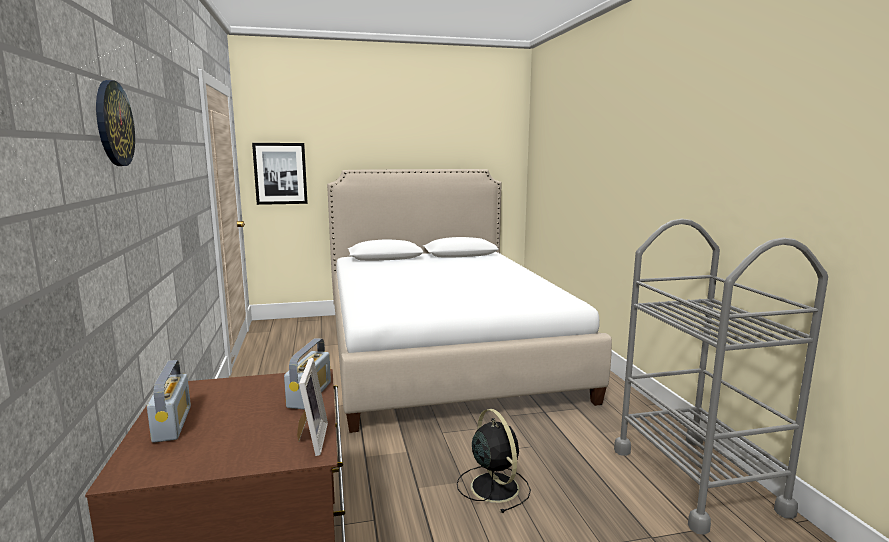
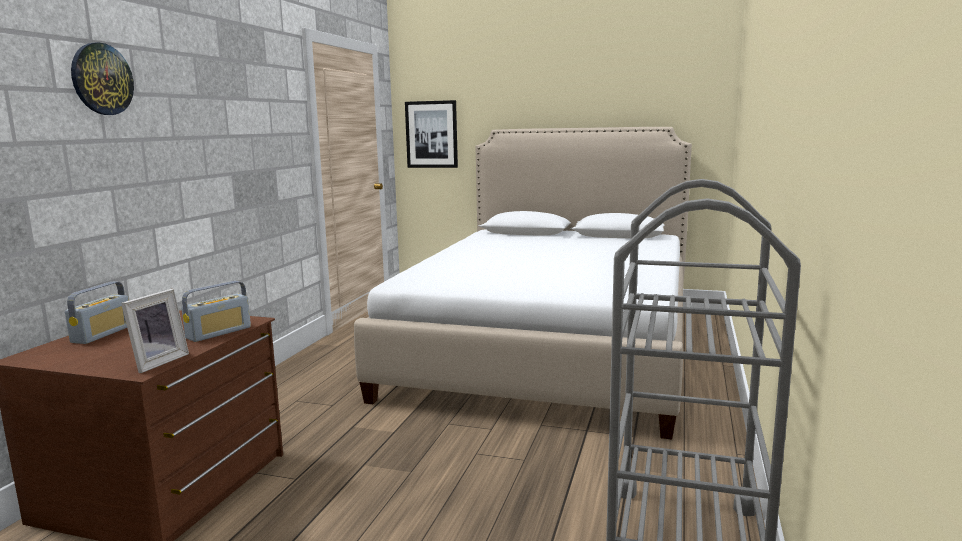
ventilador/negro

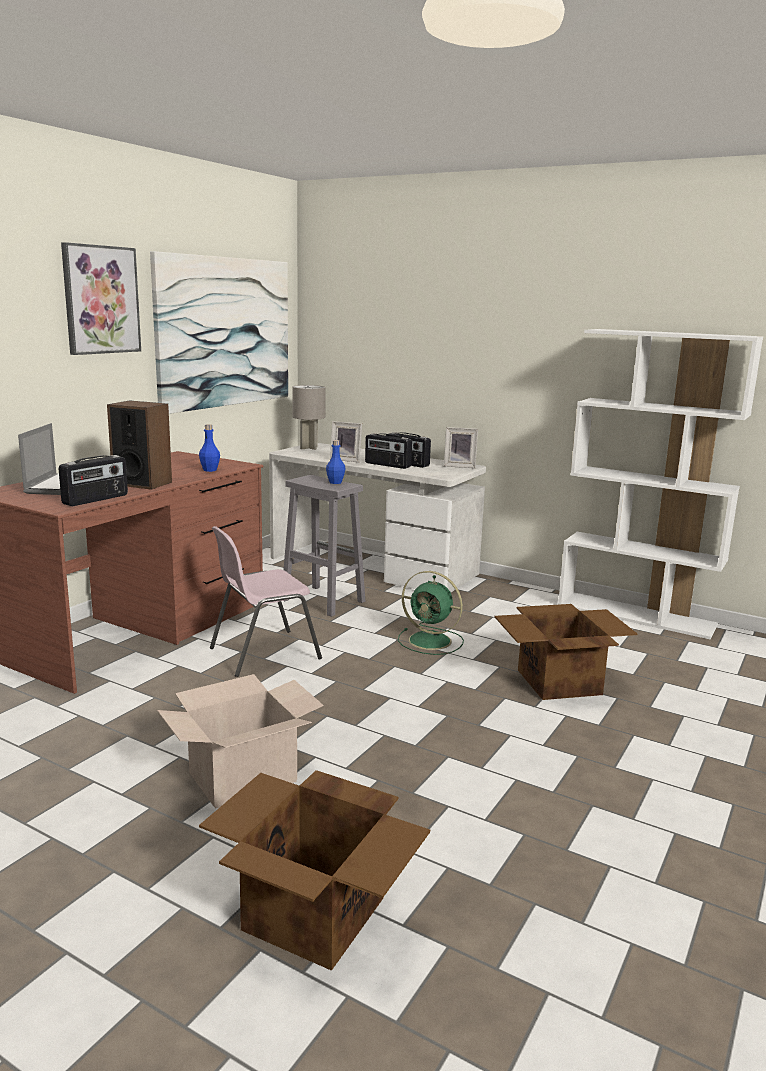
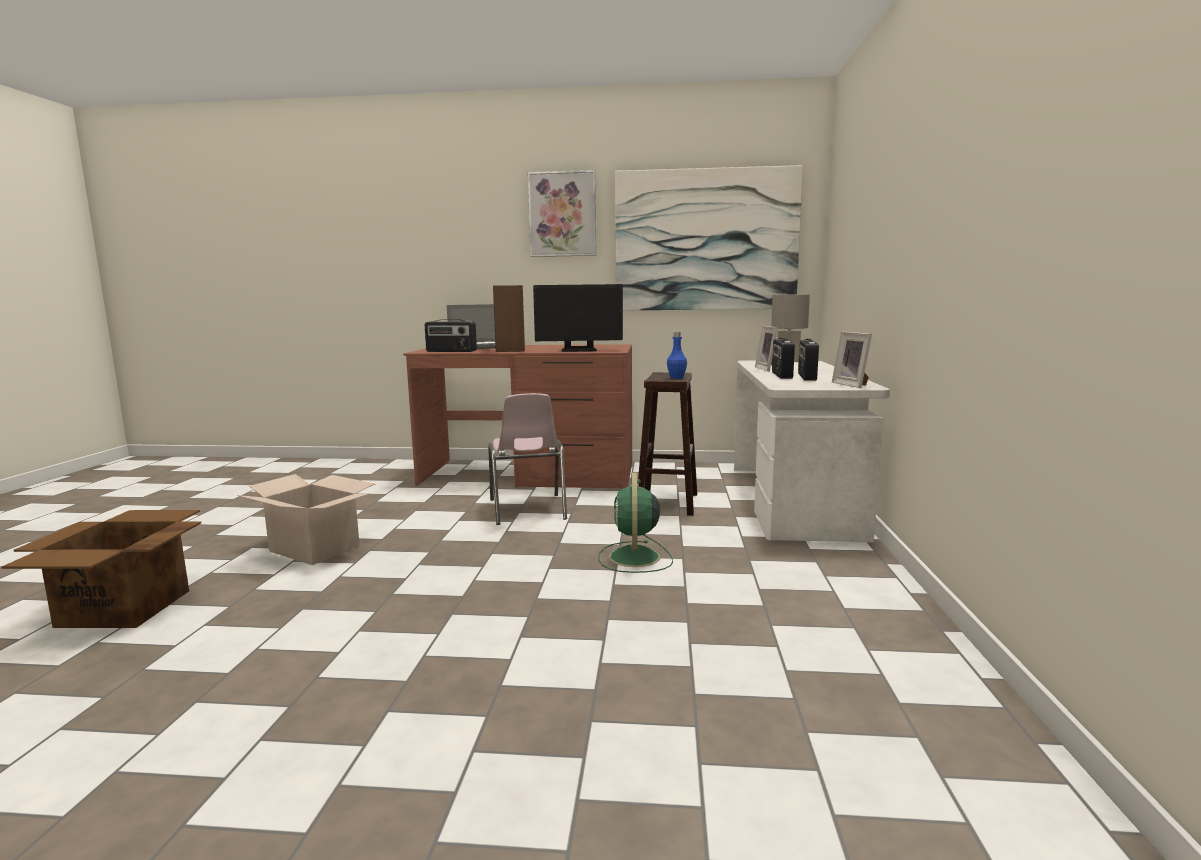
estantería/blanco
monitor
taburete/marrón
silla/rosa
caja de cartón (no. 3 from left in the first image)

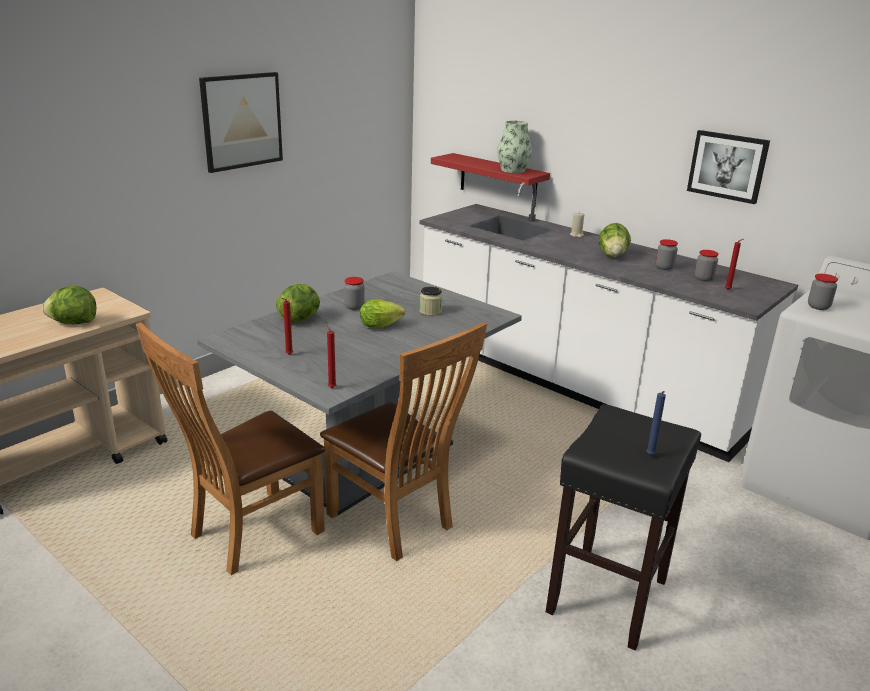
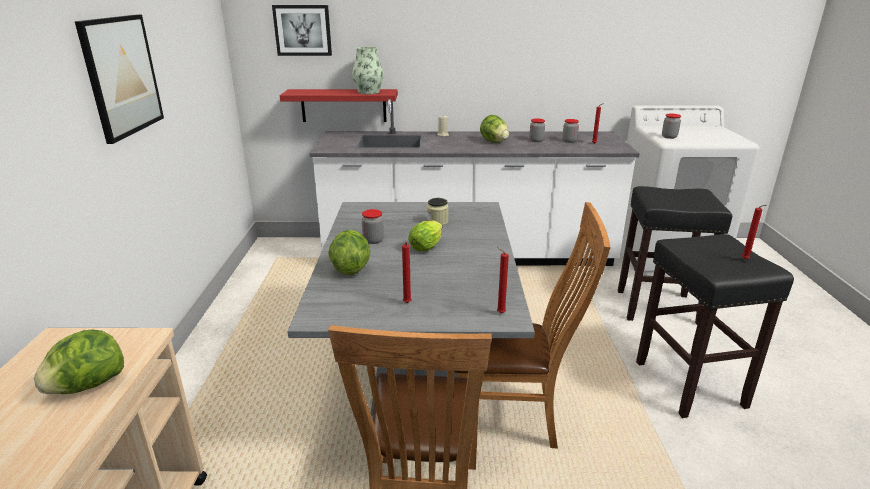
cuadro (no. 2 from left)
vela/rojo (no. 4 from left)
taburete/negro (no. 1 from left)

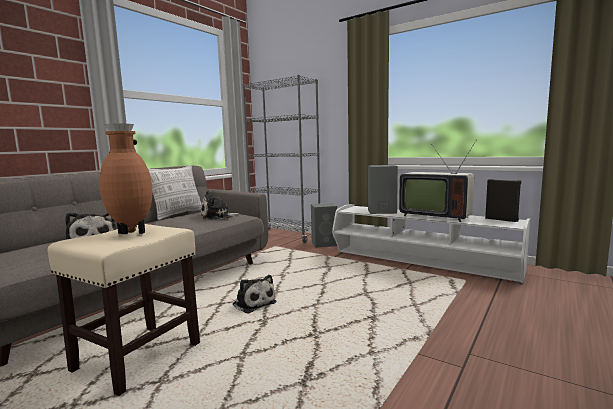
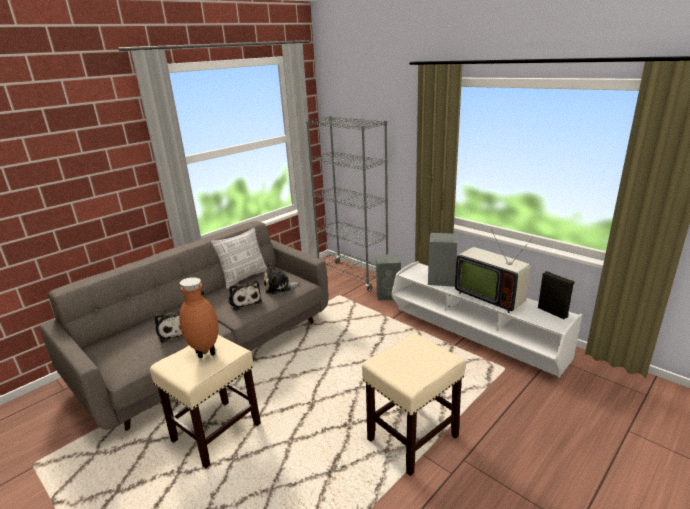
peluche (no. 2 from left)
taburete/beis (no. 2 from left)

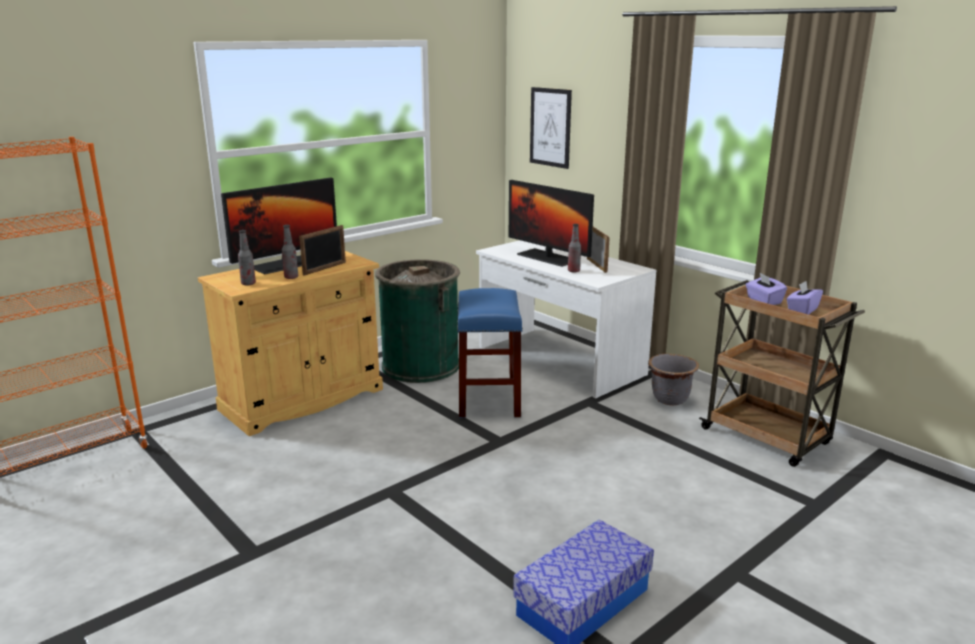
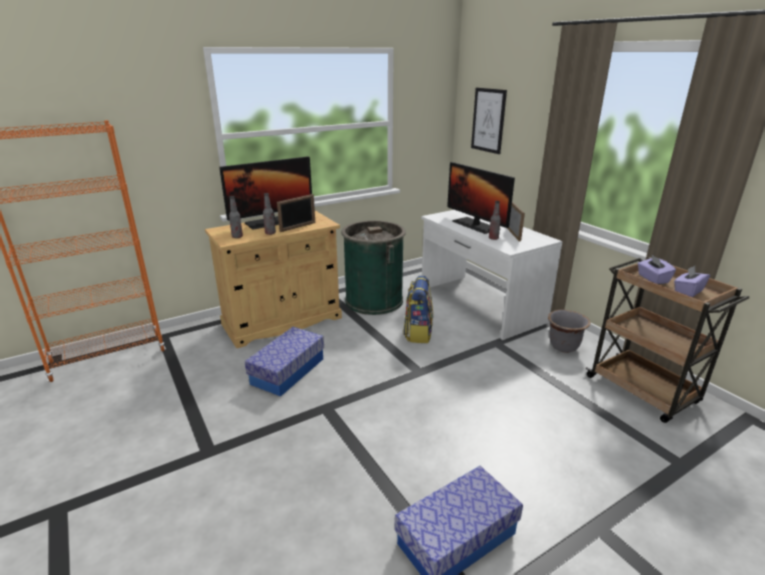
mochila
caja de almacenaje (no. 1 from left)

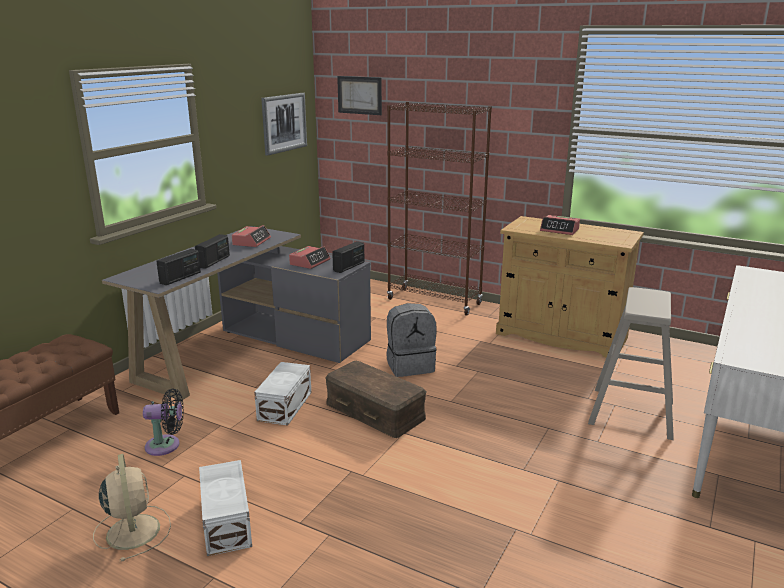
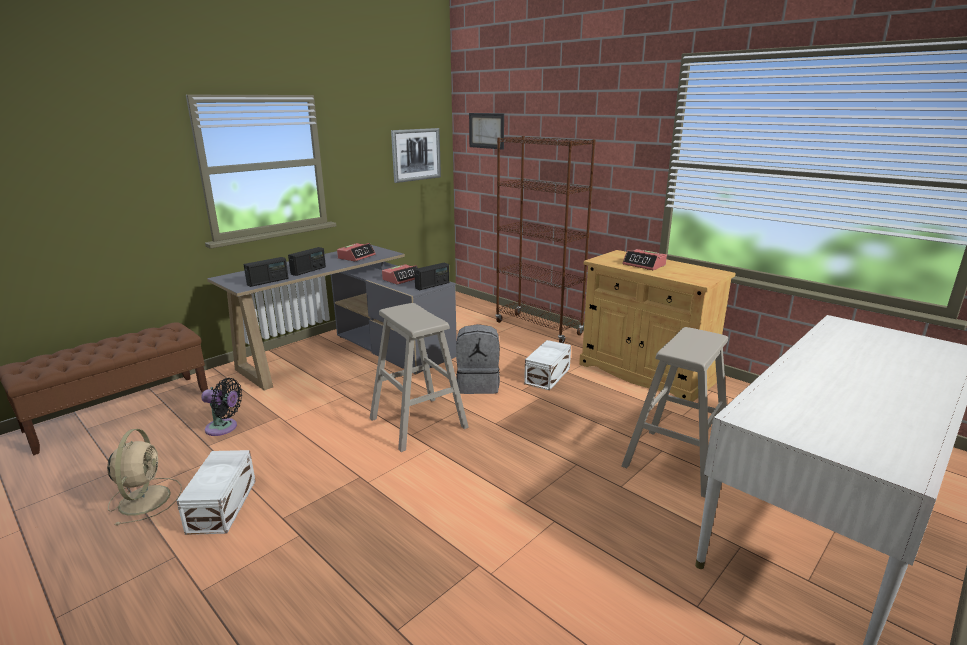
taburete/beis (no. 1 from left)
caja de almacenaje/blanco (no. 2 from left)

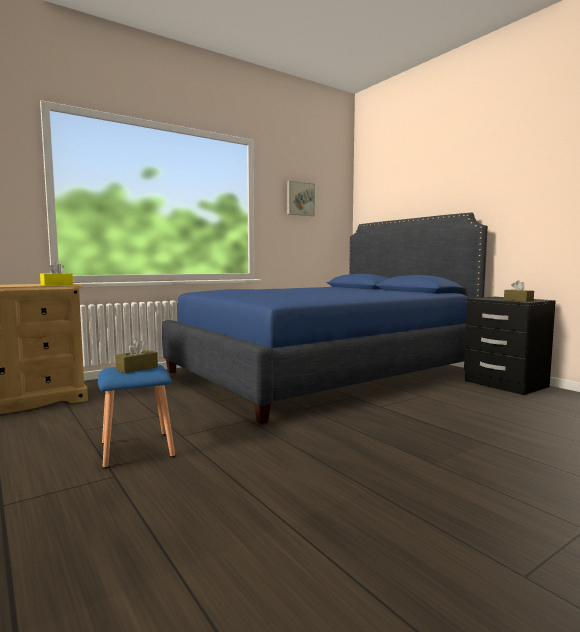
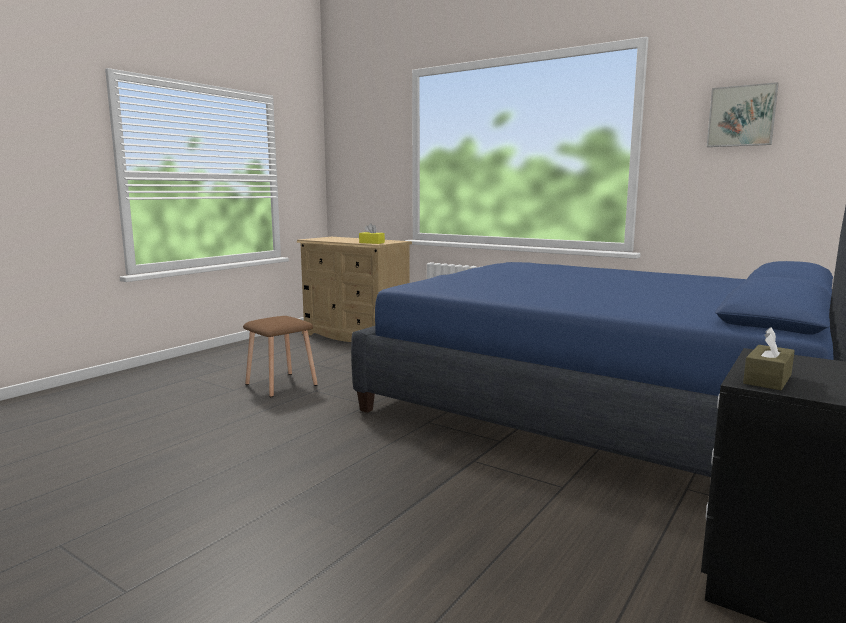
caja de pañuelos/marrón (no. 1 from left in the first image)
taburete/marrón

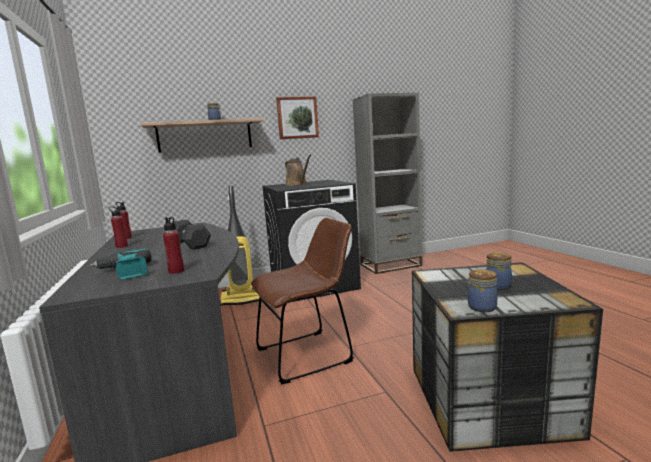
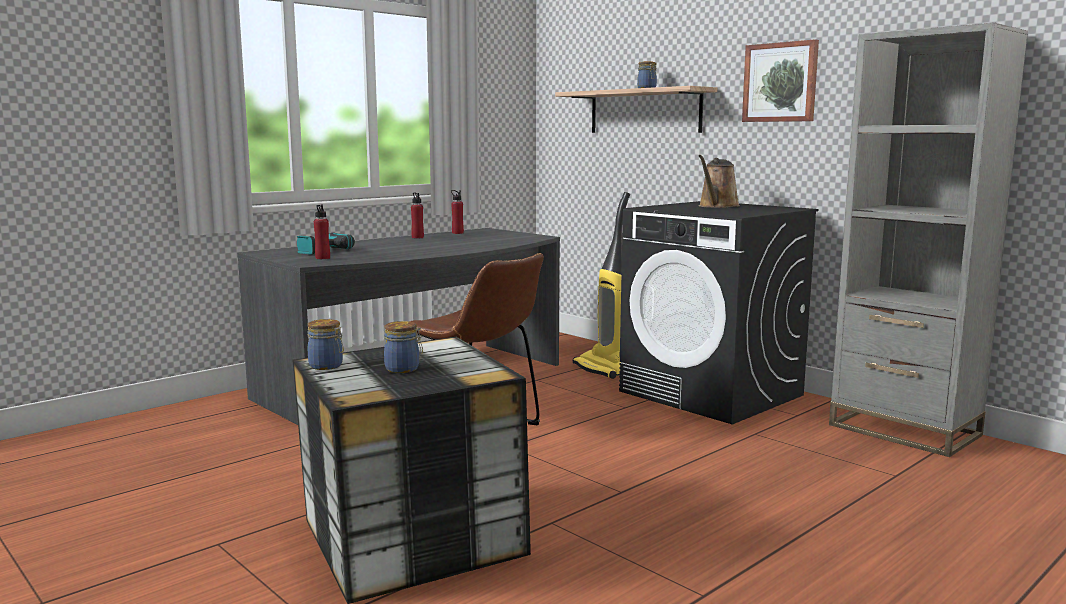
mancuerna/gris

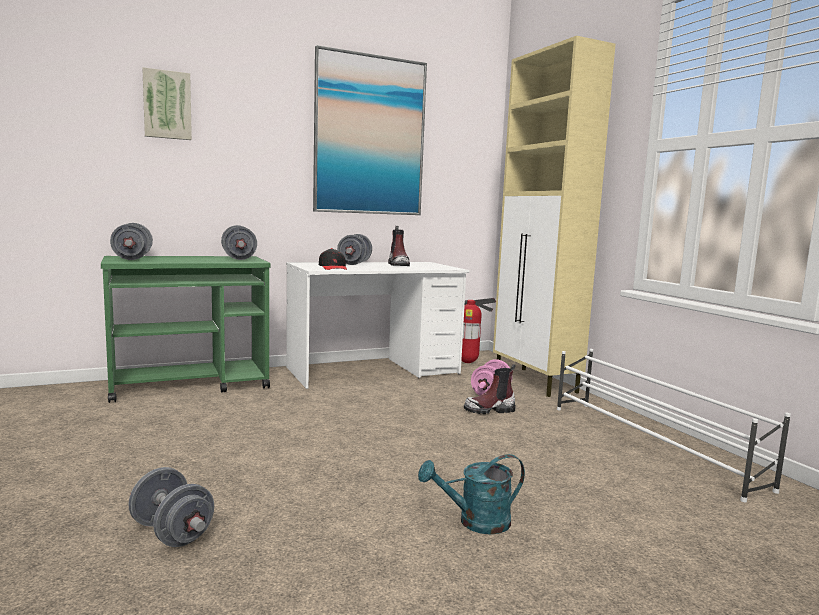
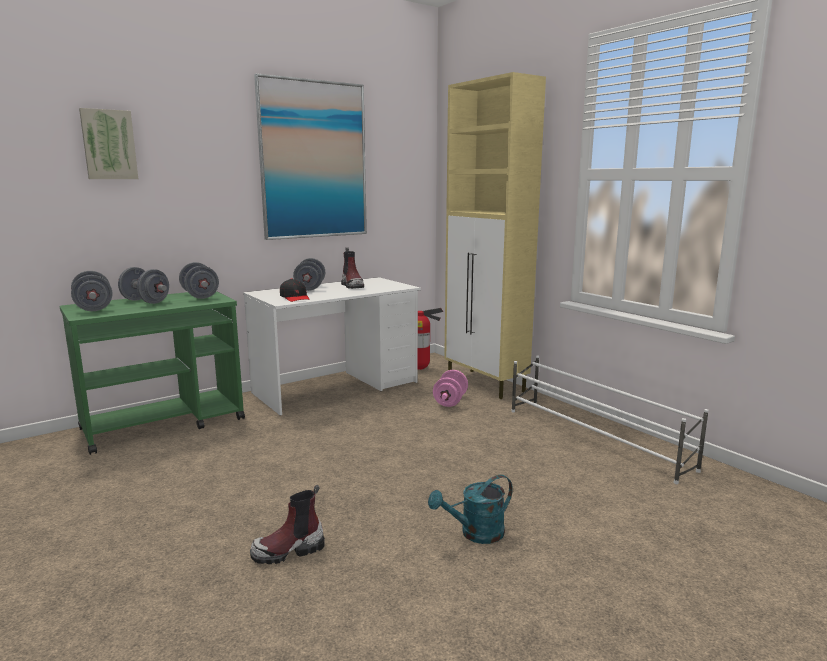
bota (no. 1 from left)
mancuerna/gris (no. 2 from left)

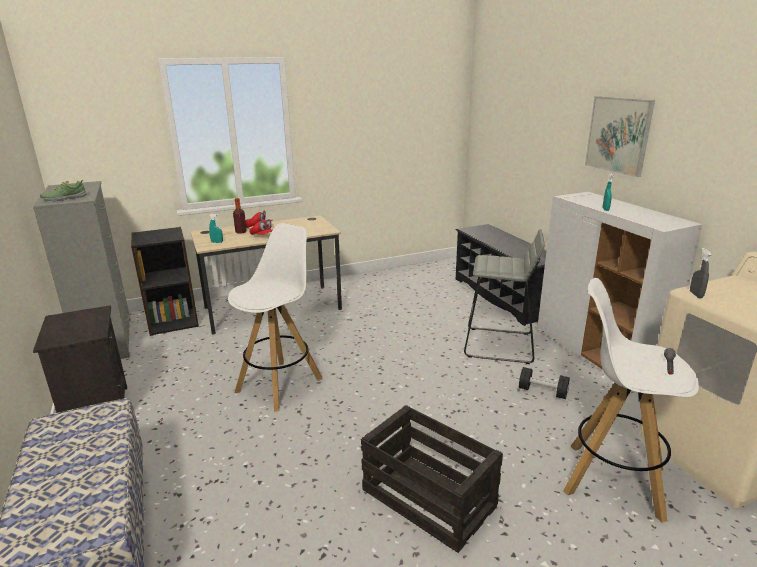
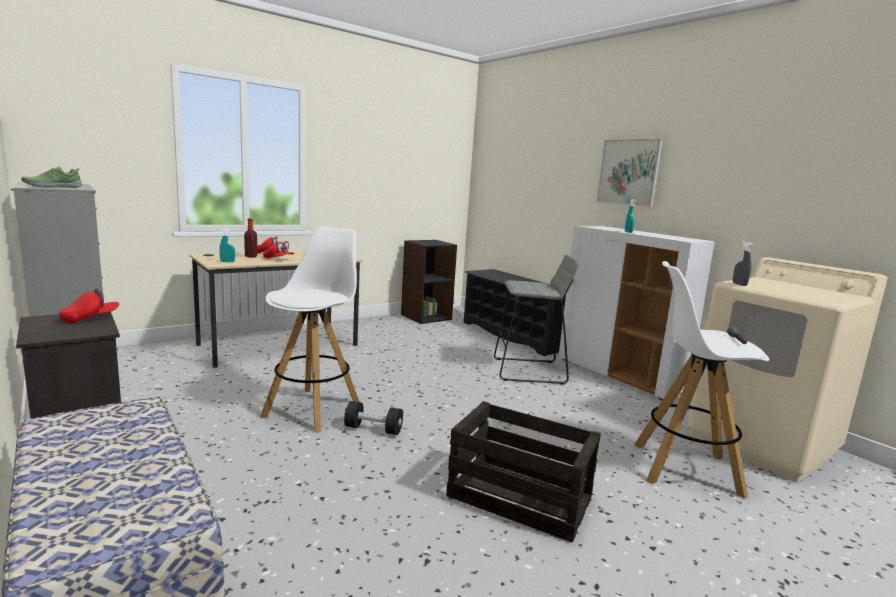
estantería/negro
mancuerna/negro
gorra/rojo (no. 1 from left)

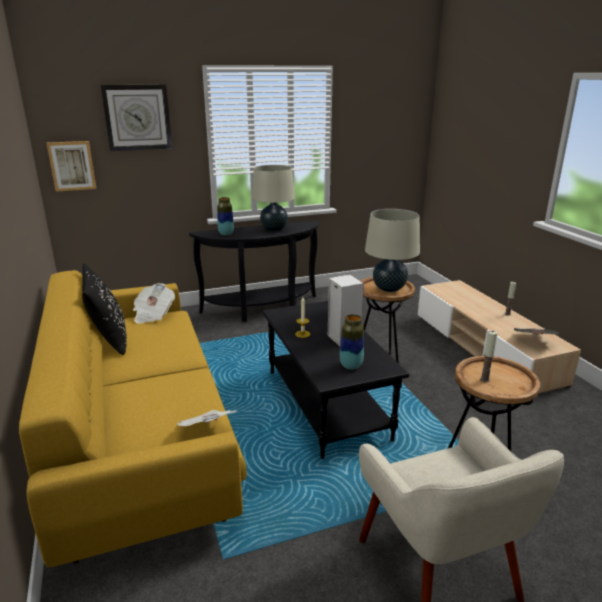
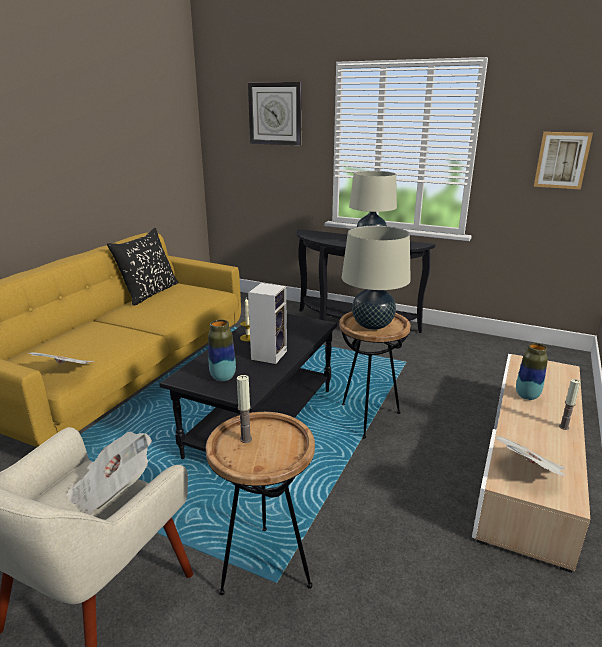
cuadro
florero (no. 2 from left)
periódico (no. 2 from left)

